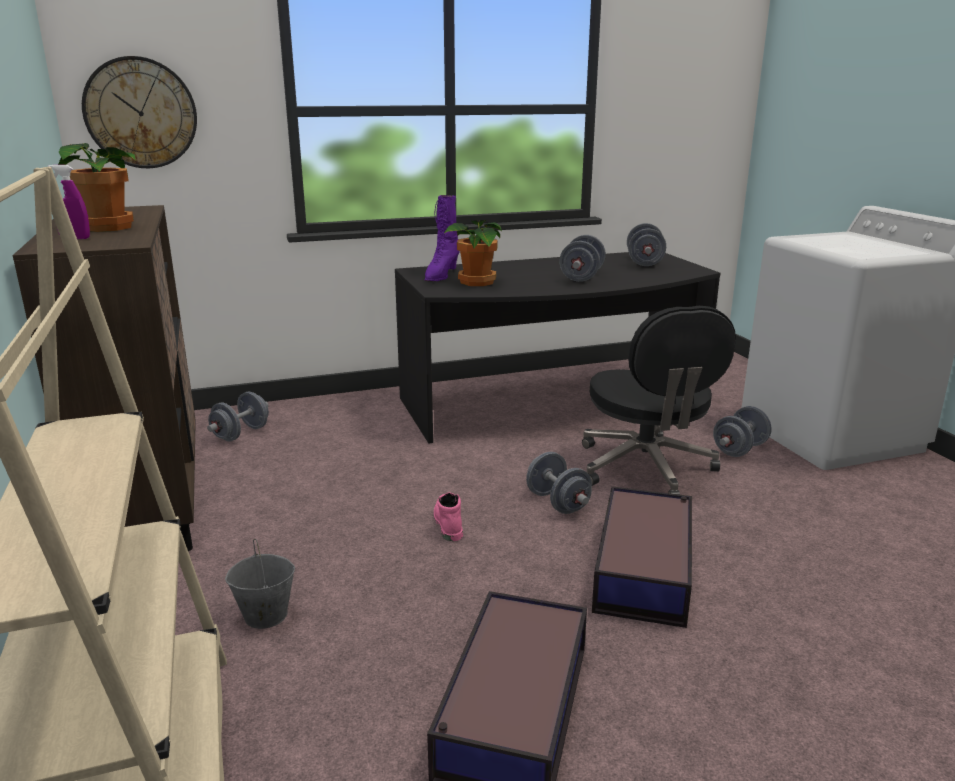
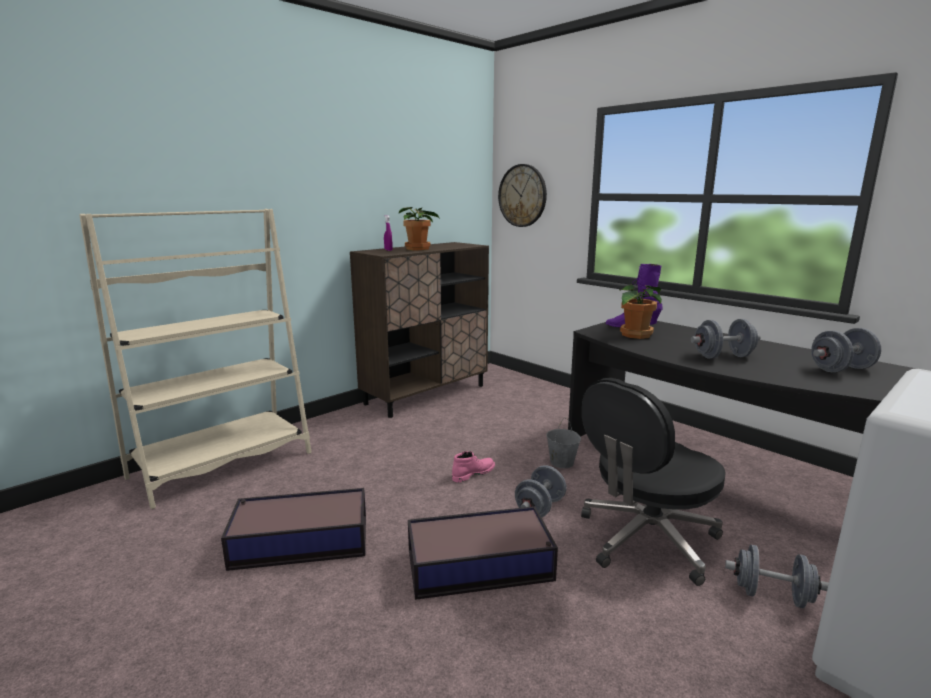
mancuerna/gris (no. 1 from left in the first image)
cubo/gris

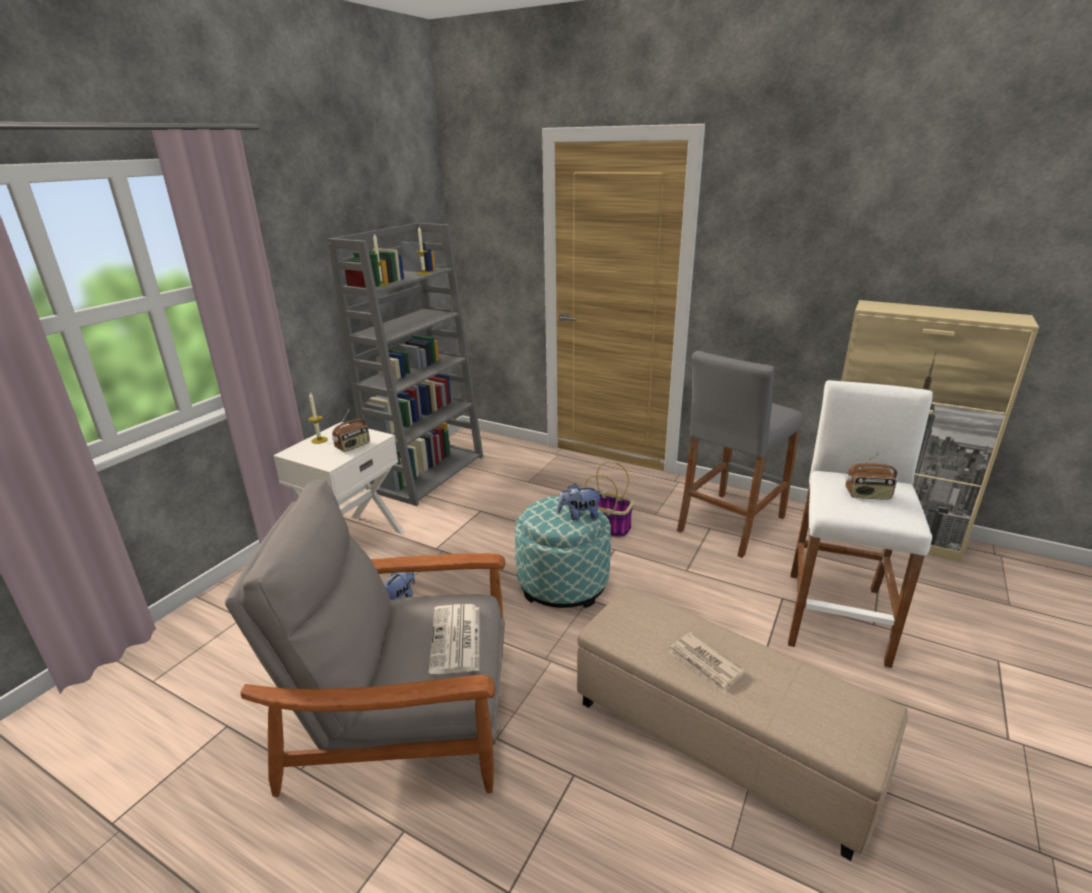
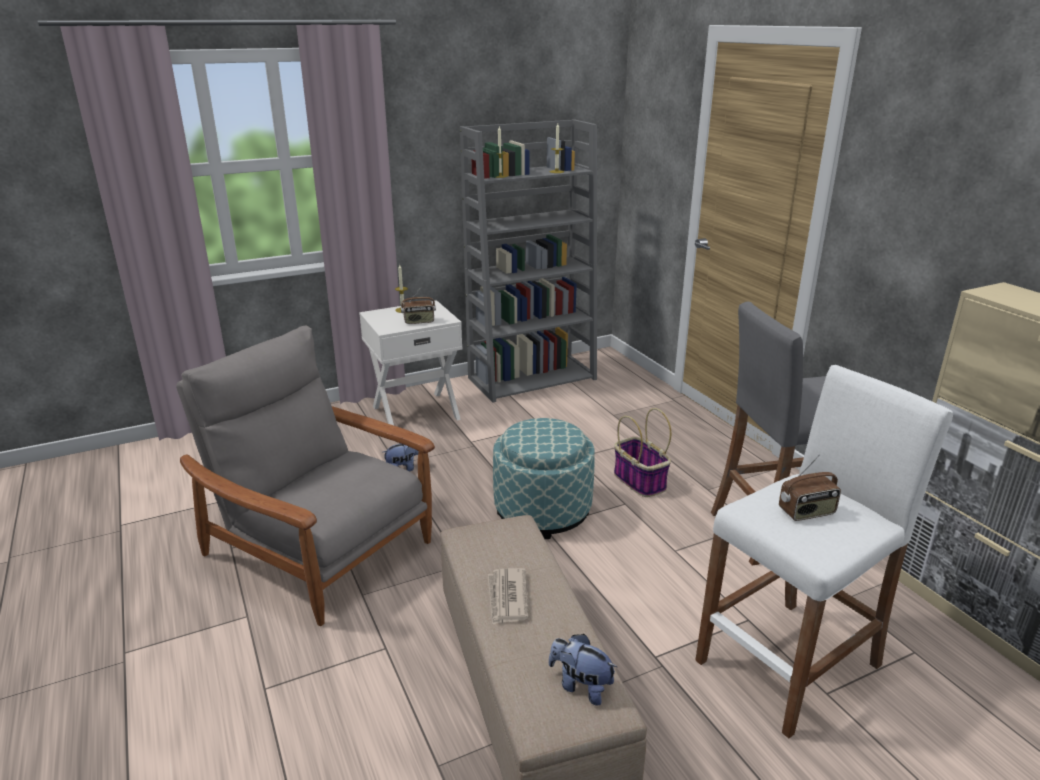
radio (no. 2 from left)
peluche (no. 2 from left)
periódico (no. 1 from left in the first image)

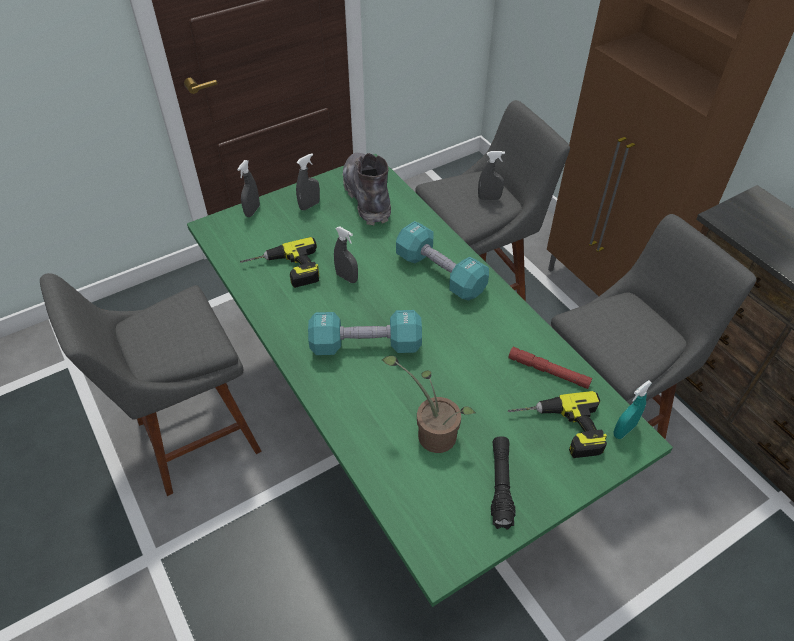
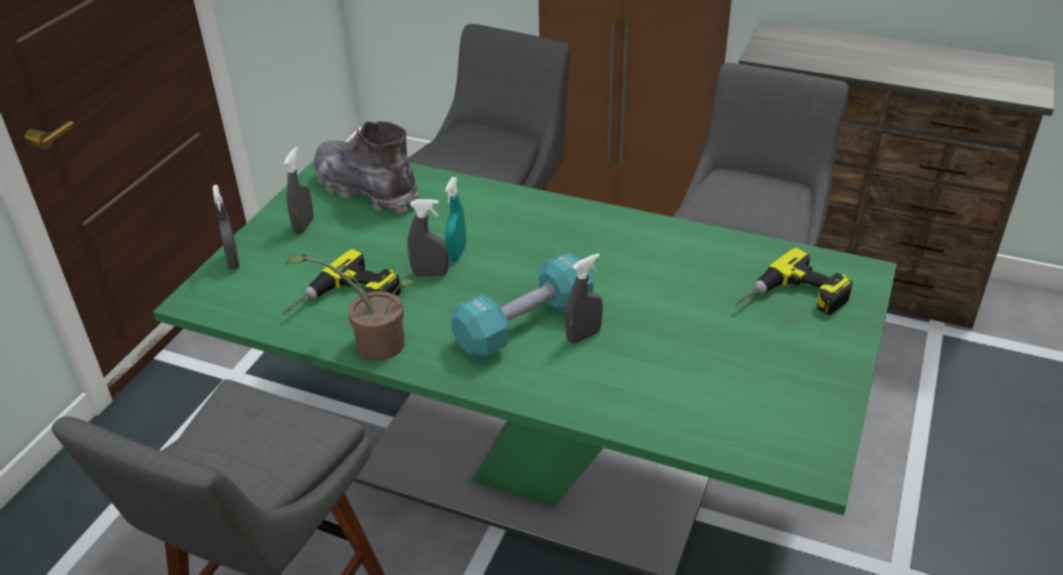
pulverizador/gris (no. 4 from left)
mancuerna/turquesa (no. 2 from left in the first image)
linterna/rojo
planta en maceta
pulverizador/turquesa
linterna/negro

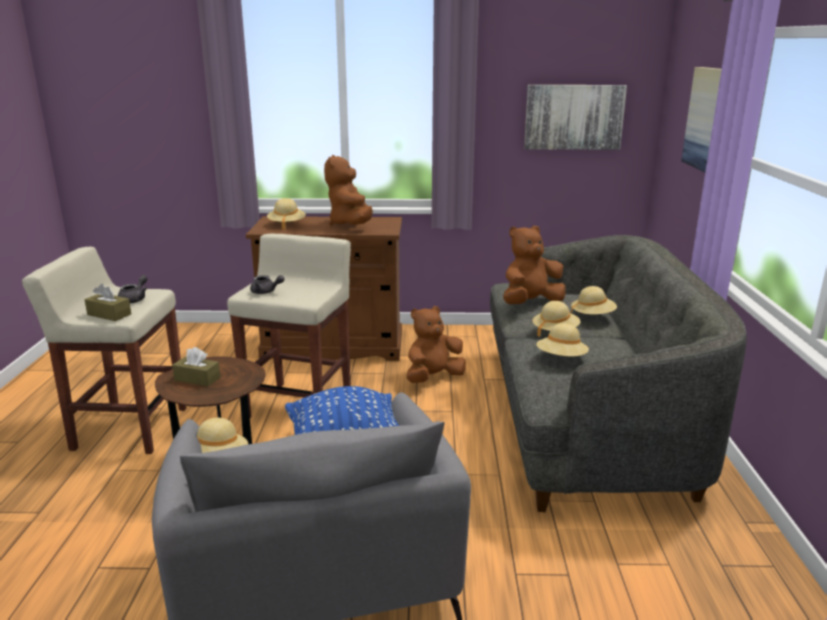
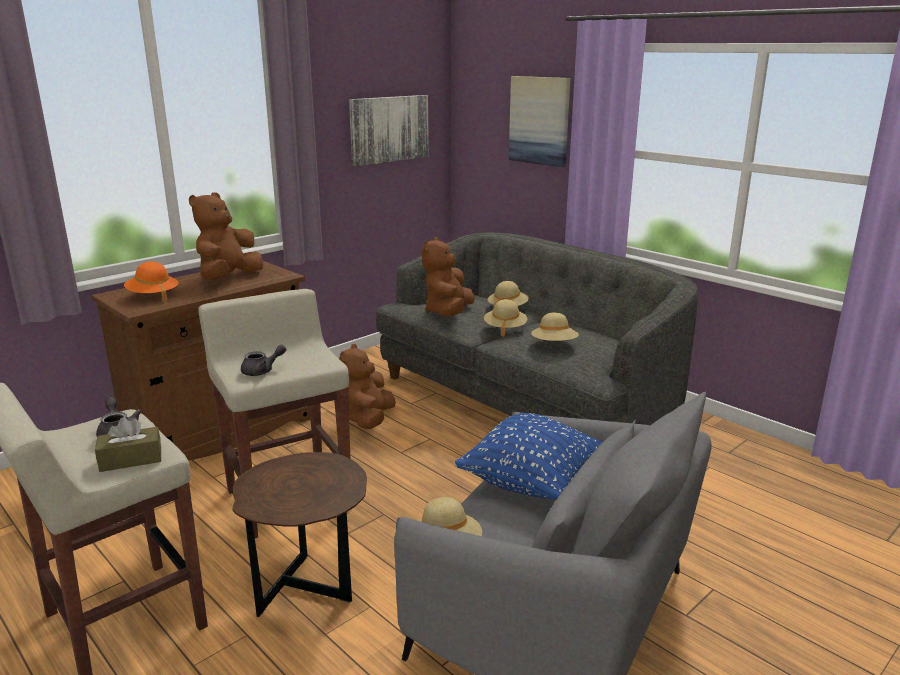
peluche/marrón (no. 1 from left)
sombrero/naranja
caja de pañuelos/marrón (no. 2 from left in the first image)

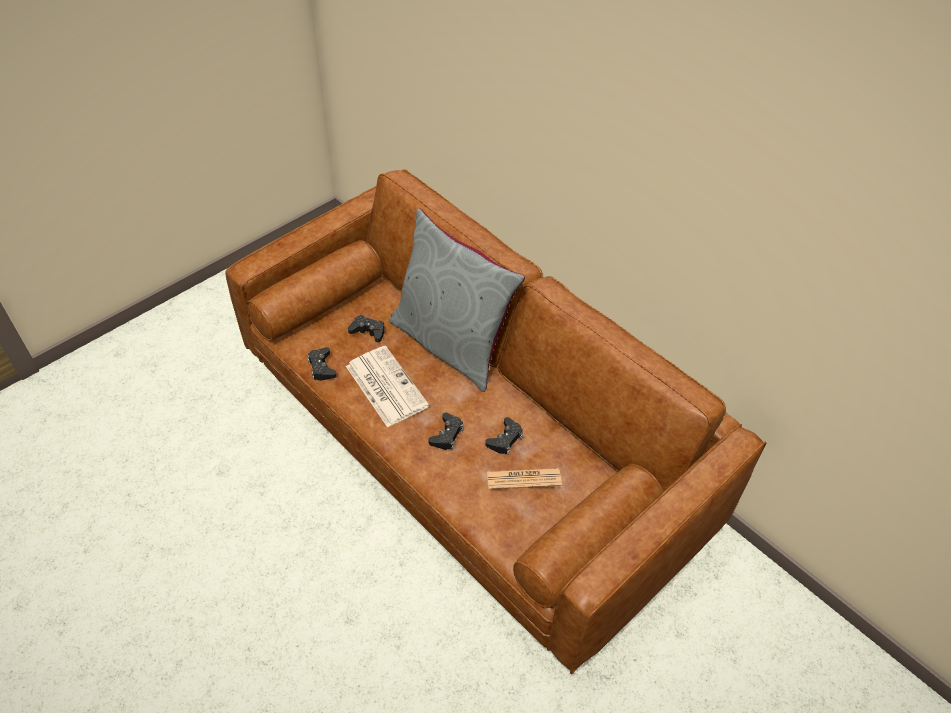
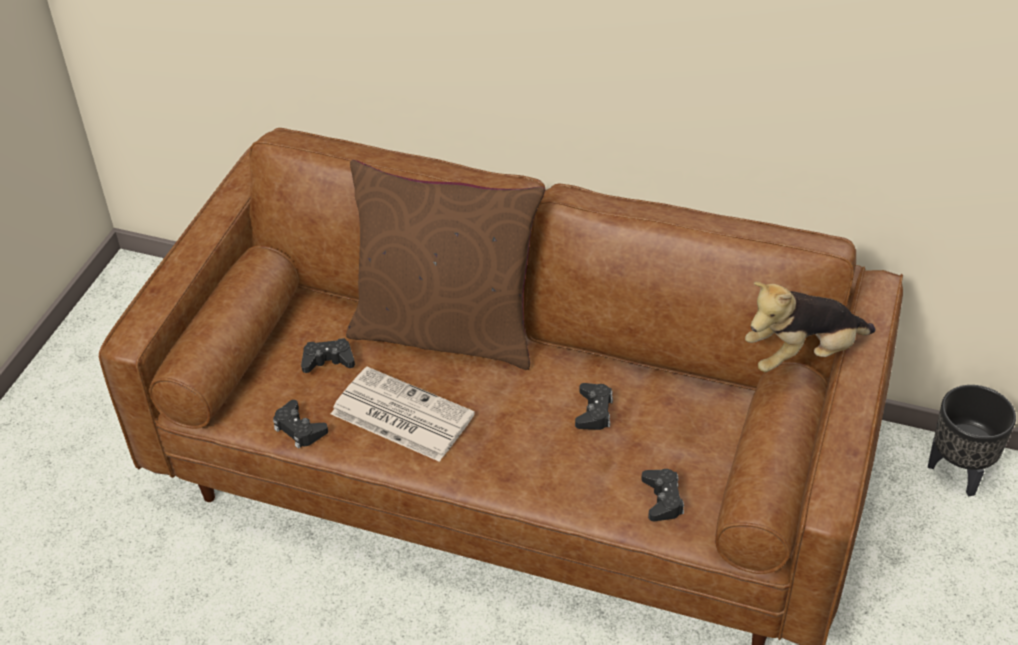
cojín/marrón
mando de consola/negro (no. 4 from left)
periódico (no. 2 from left in the first image)
peluche
maceta/negro

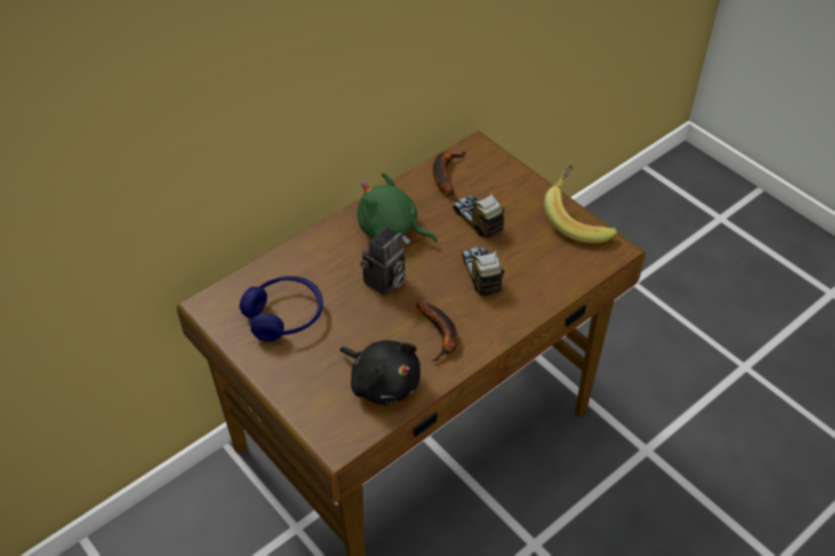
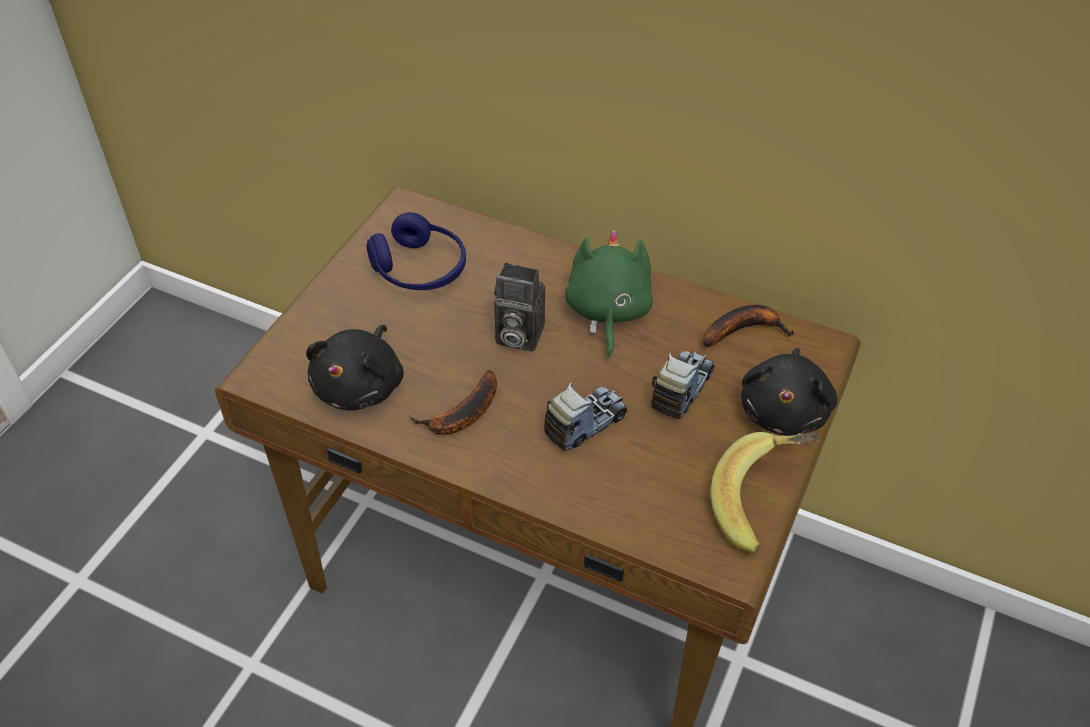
peluche/negro (no. 2 from left)

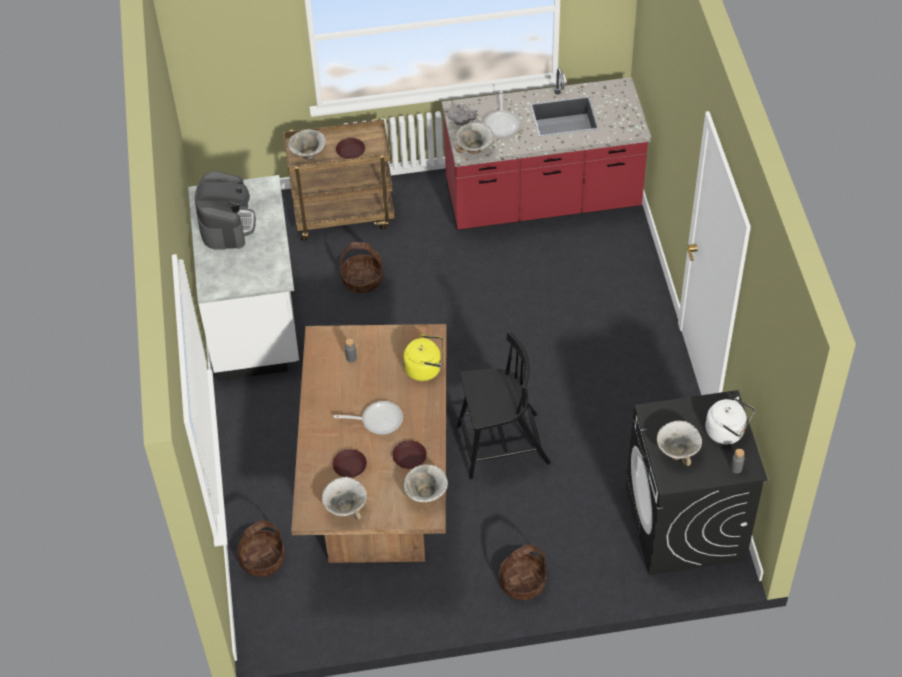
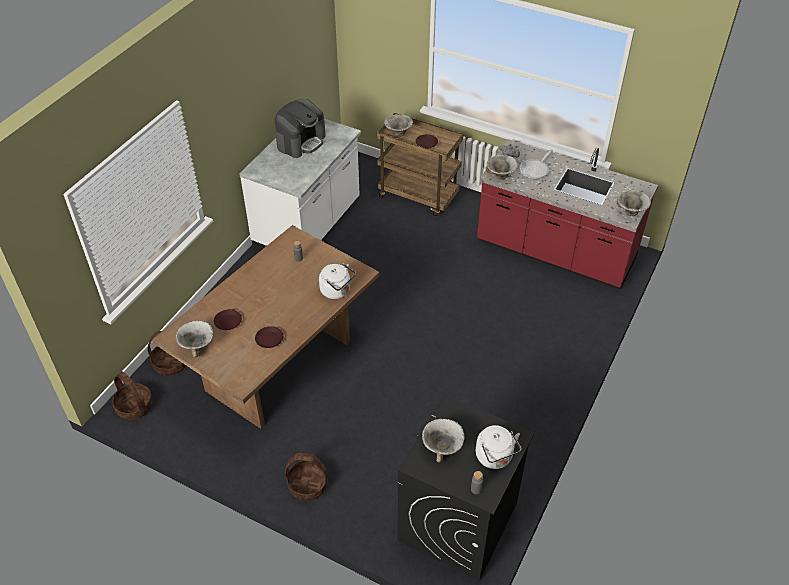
cesta (no. 1 from left)
silla/negro
hervidor/blanco (no. 1 from left)
sartén (no. 1 from left in the first image)
cuenco (no. 5 from left)

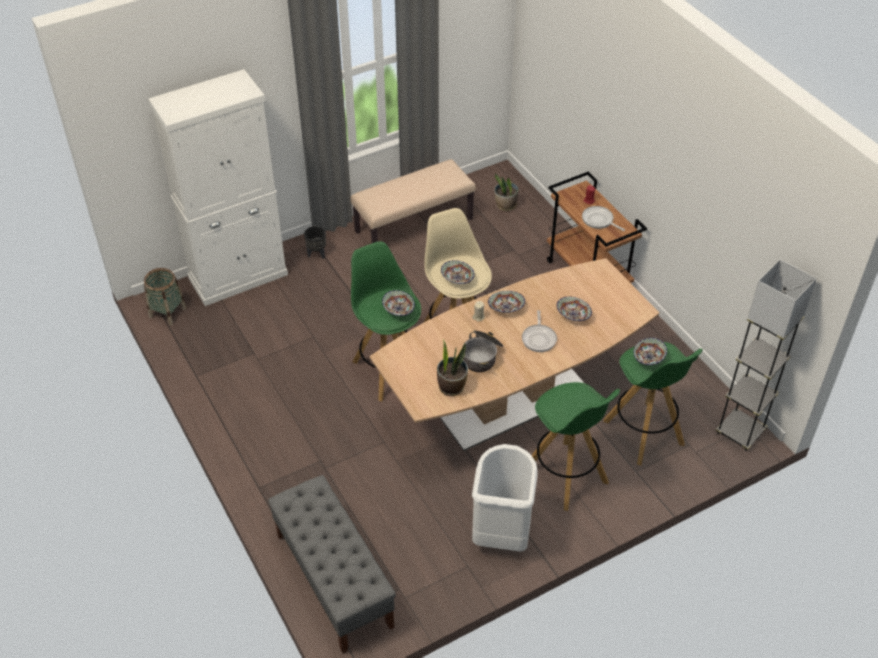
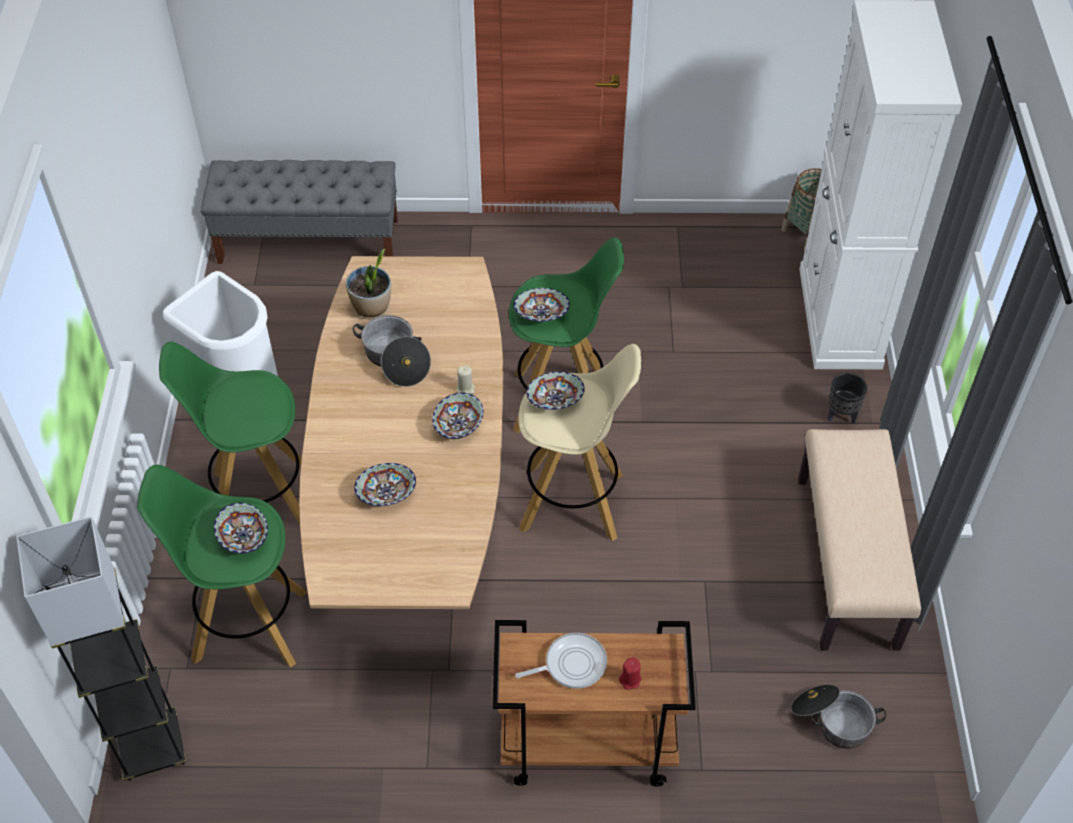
olla (no. 2 from left)
sartén (no. 1 from left in the first image)

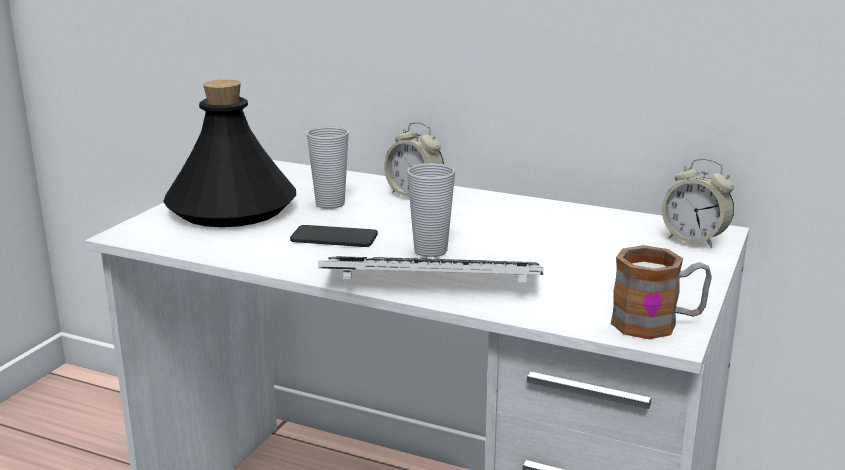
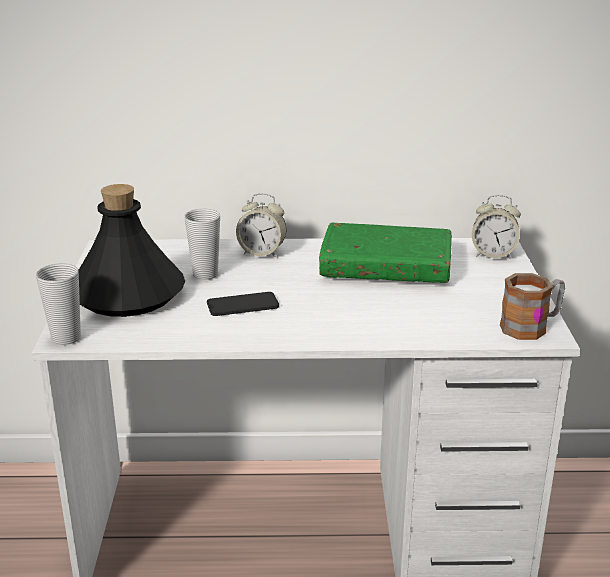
taza (no. 1 from left)
teclado
libro/verde

